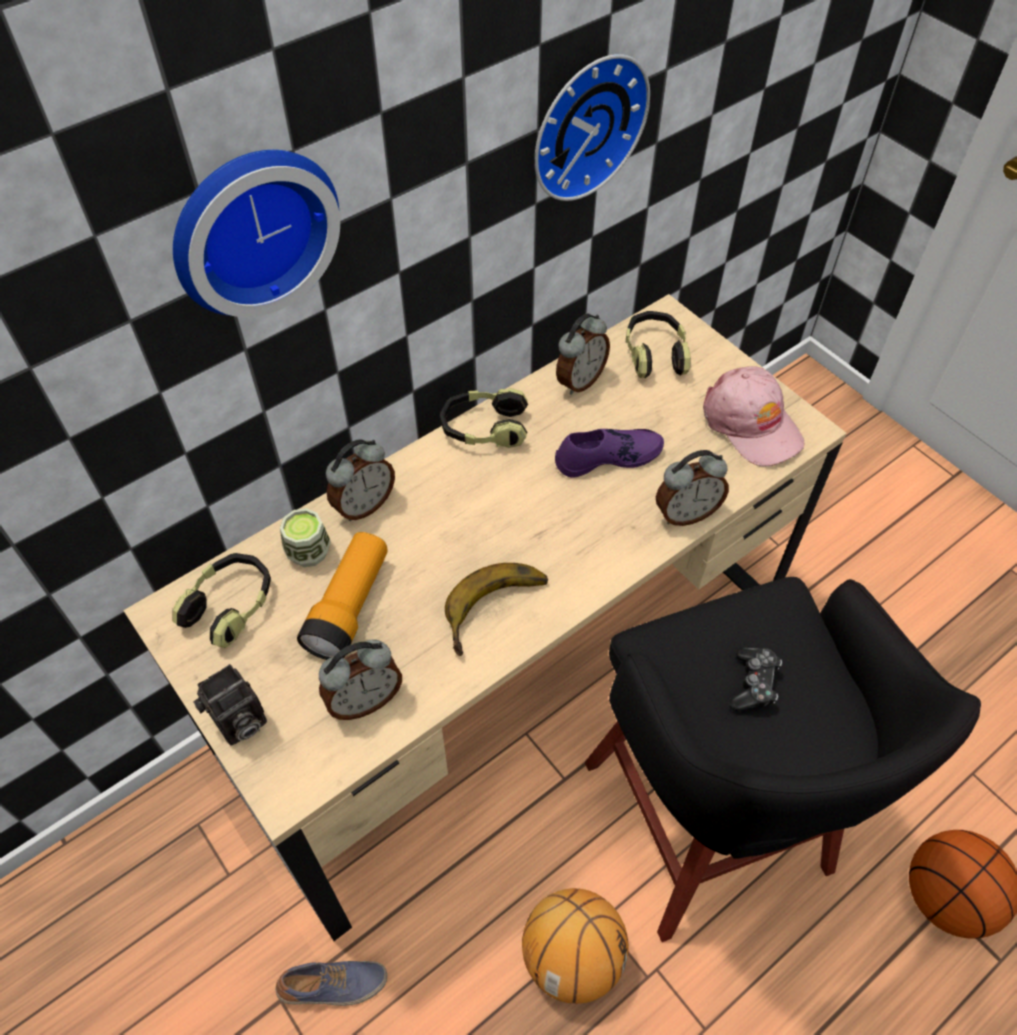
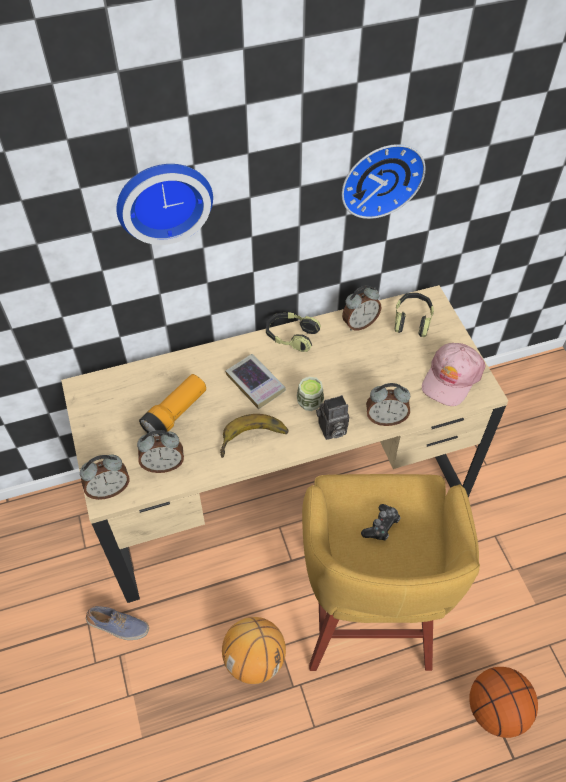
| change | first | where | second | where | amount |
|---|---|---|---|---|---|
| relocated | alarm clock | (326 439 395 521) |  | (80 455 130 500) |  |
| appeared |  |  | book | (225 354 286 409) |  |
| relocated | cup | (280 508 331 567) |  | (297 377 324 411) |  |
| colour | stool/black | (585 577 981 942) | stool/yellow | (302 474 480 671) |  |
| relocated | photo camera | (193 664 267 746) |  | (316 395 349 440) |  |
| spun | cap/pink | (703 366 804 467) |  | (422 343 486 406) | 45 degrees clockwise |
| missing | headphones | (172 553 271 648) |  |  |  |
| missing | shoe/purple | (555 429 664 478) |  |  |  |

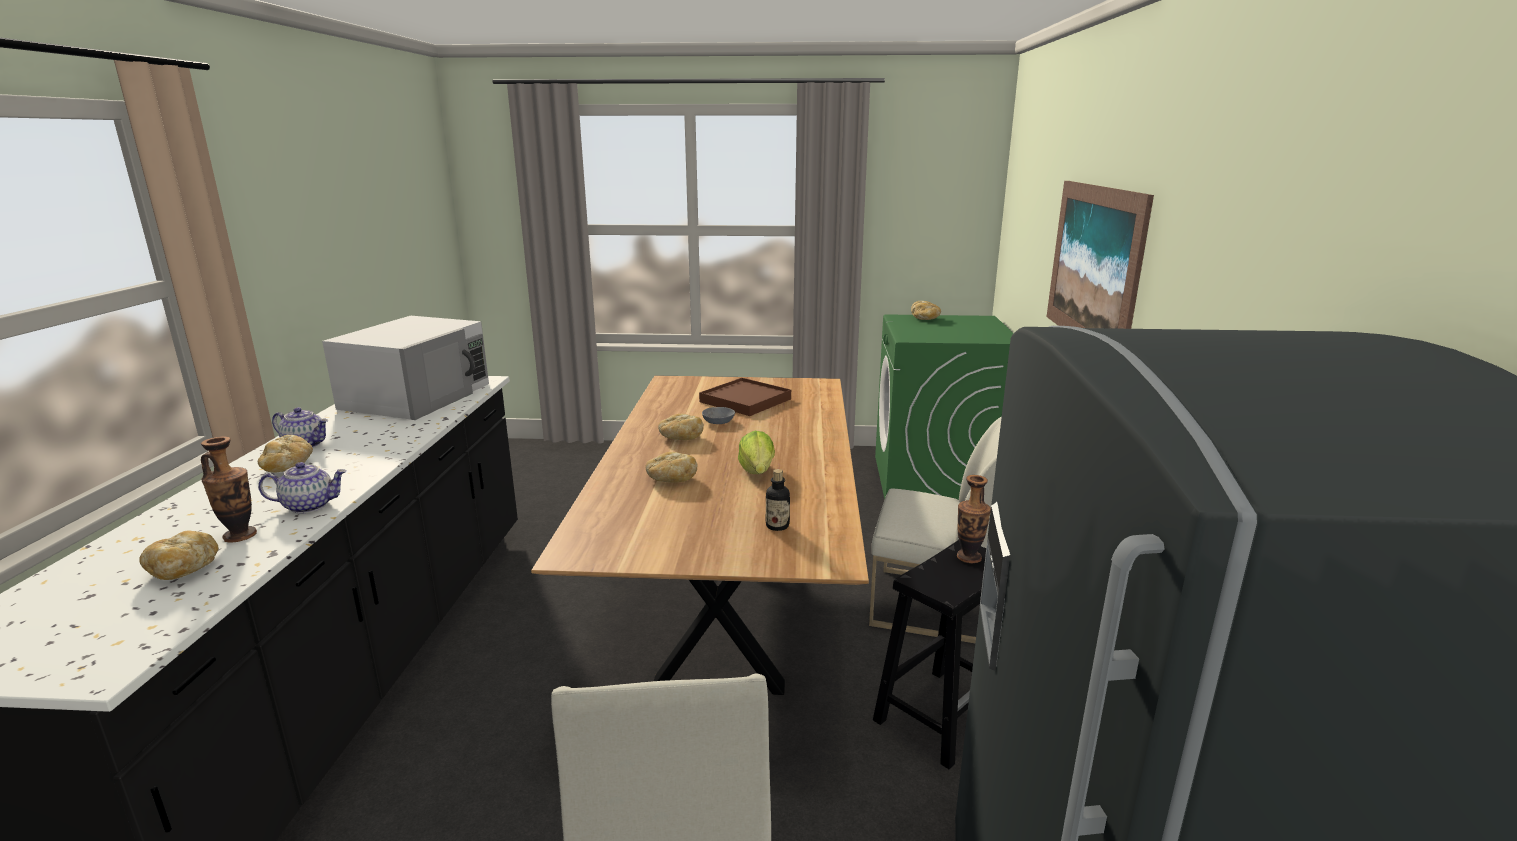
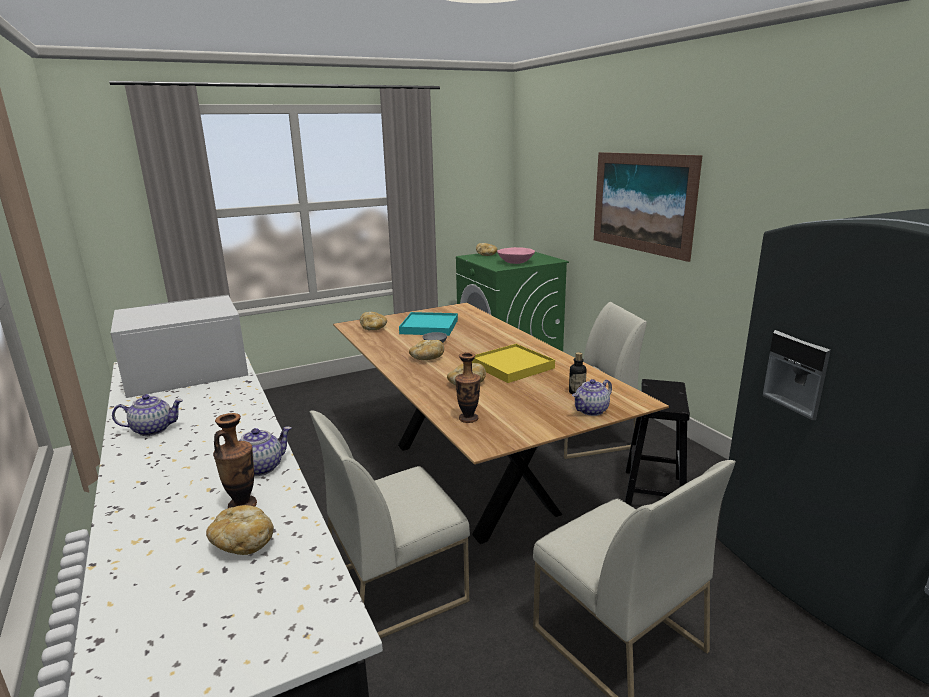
| change | first | where | second | where | amount |
|---|---|---|---|---|---|
| spun | microwave/white | (322 316 489 420) |  | (111 295 248 398) | 105 degrees counterclockwise |
| appeared |  |  | chair/white | (309 410 470 639) |  |
| relocated | bread | (258 435 313 473) |  | (360 312 387 330) |  |
| colour | tray/brown | (699 378 791 416) | tray/turquoise | (399 312 458 336) |  |
| relocated | vase | (957 475 991 563) |  | (455 352 481 423) |  |
| exchanged | lettuce | (738 430 775 474) | tray/yellow | (472 344 555 383) |  |
| appeared |  |  | bowl/pink | (497 247 535 264) |  |
| appeared |  |  | teapot | (572 379 612 416) |  |

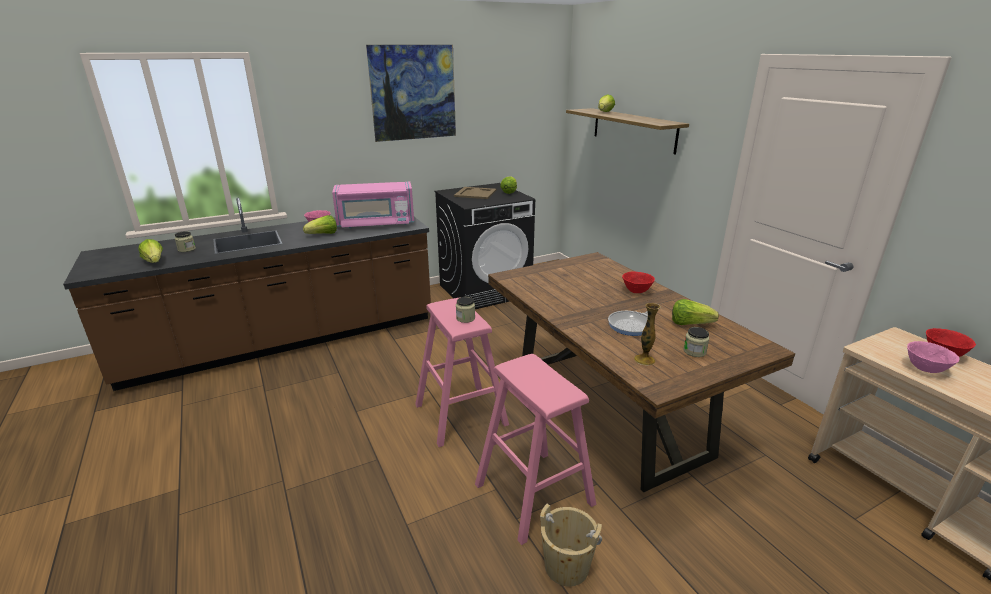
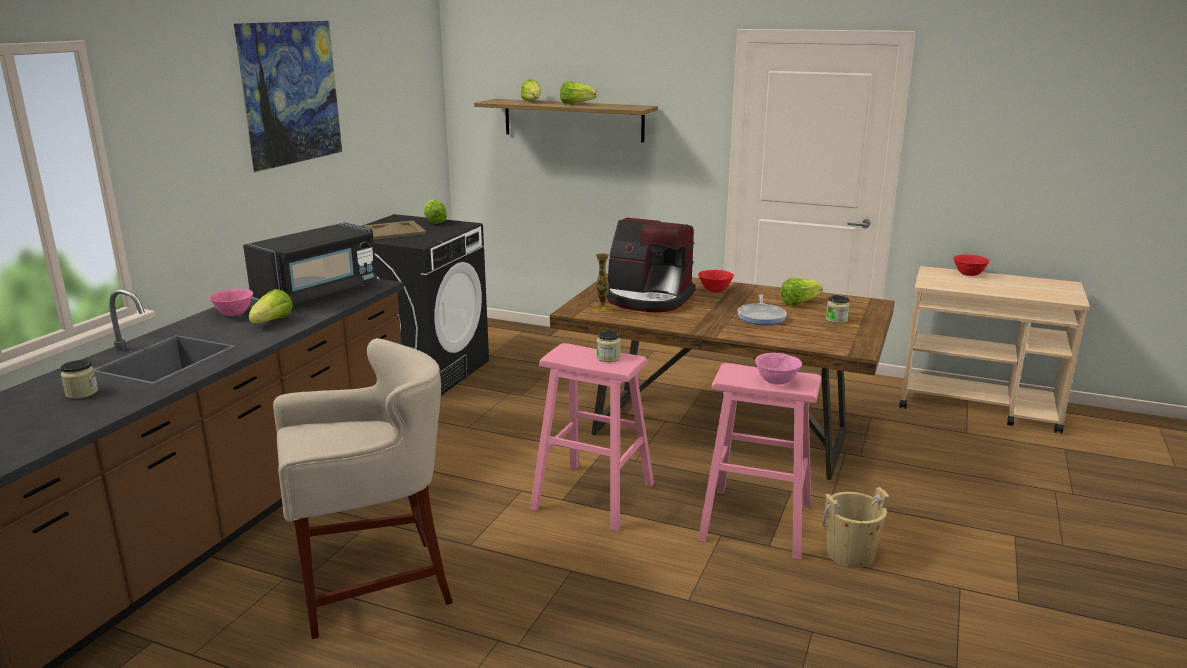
| change | first | where | second | where | amount |
|---|---|---|---|---|---|
| colour | microwave/pink | (332 181 414 228) | microwave/black | (243 222 377 305) |  |
| appeared |  |  | stool/beige | (273 338 453 639) |  |
| relocated | lettuce | (138 239 163 263) |  | (560 81 597 104) |  |
| relocated | vase | (634 303 661 366) |  | (592 253 612 313) |  |
| appeared |  |  | coffee machine | (607 218 696 312) |  |
| relocated | bowl/pink | (907 341 960 373) |  | (755 353 802 385) |  |

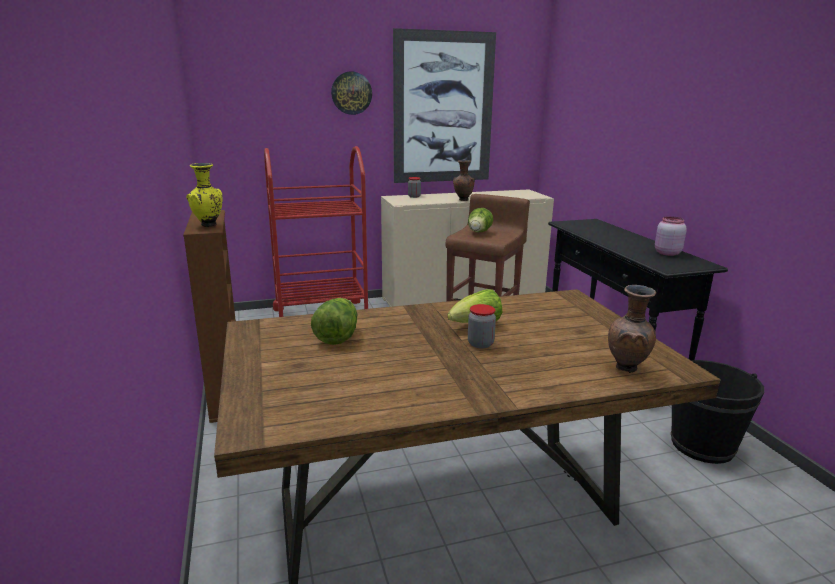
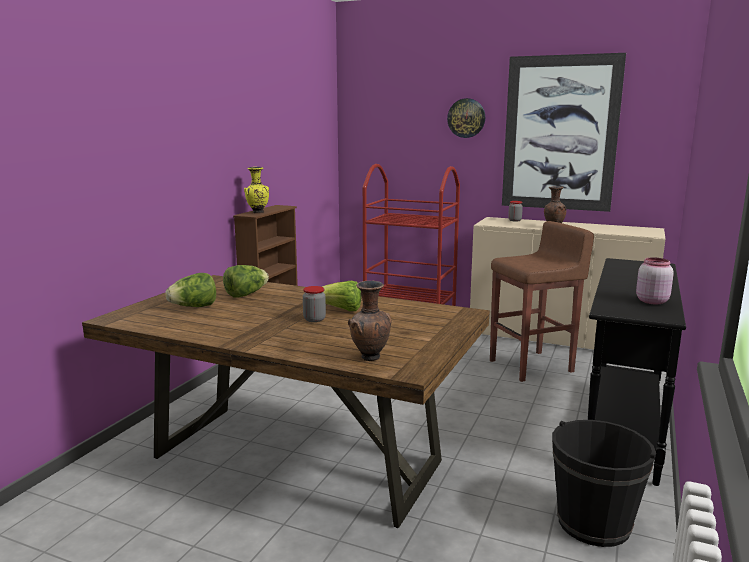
| change | first | where | second | where | amount |
|---|---|---|---|---|---|
| relocated | lettuce | (468 208 493 232) |  | (165 273 216 307) |  |

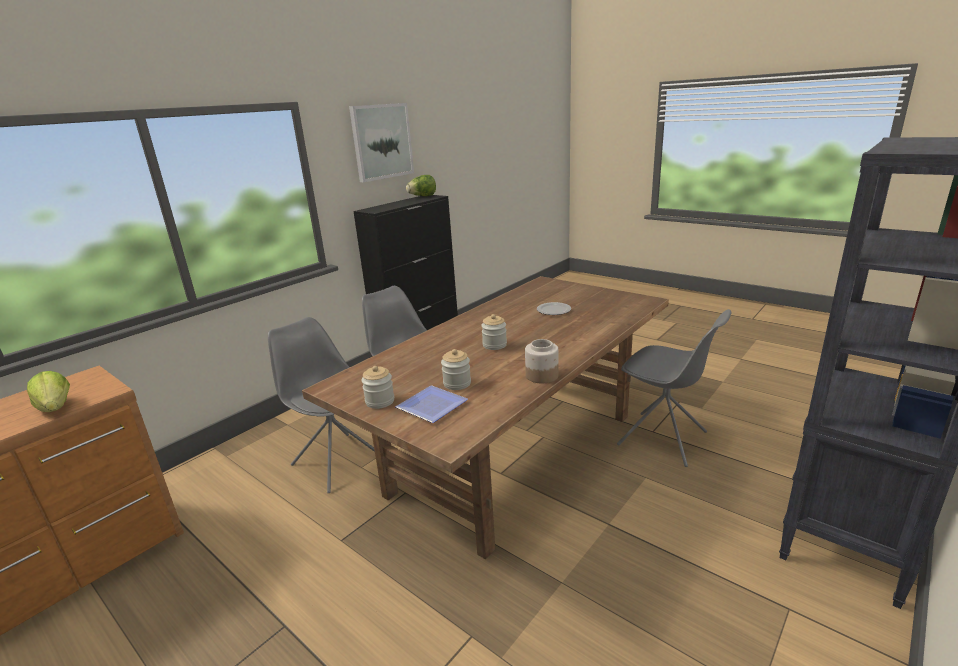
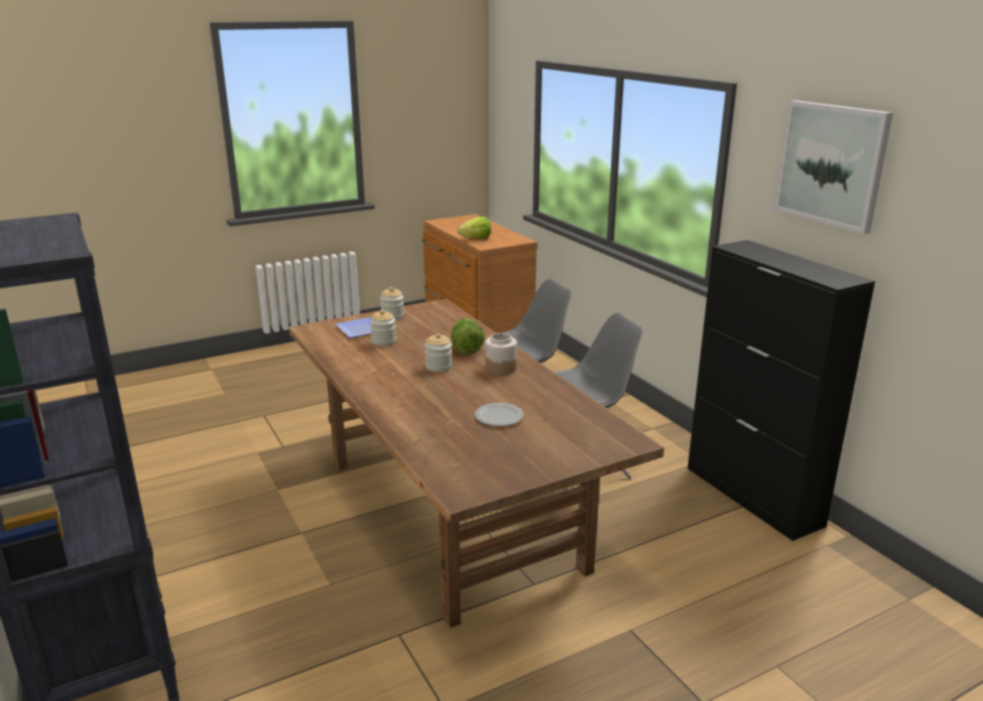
| change | first | where | second | where | amount |
|---|---|---|---|---|---|
| relocated | lettuce | (406 175 436 196) |  | (451 318 485 354) |  |
| relocated | jar | (525 339 559 383) |  | (485 333 517 375) |  |
| missing | chair/grey | (617 309 731 467) |  |  |  |

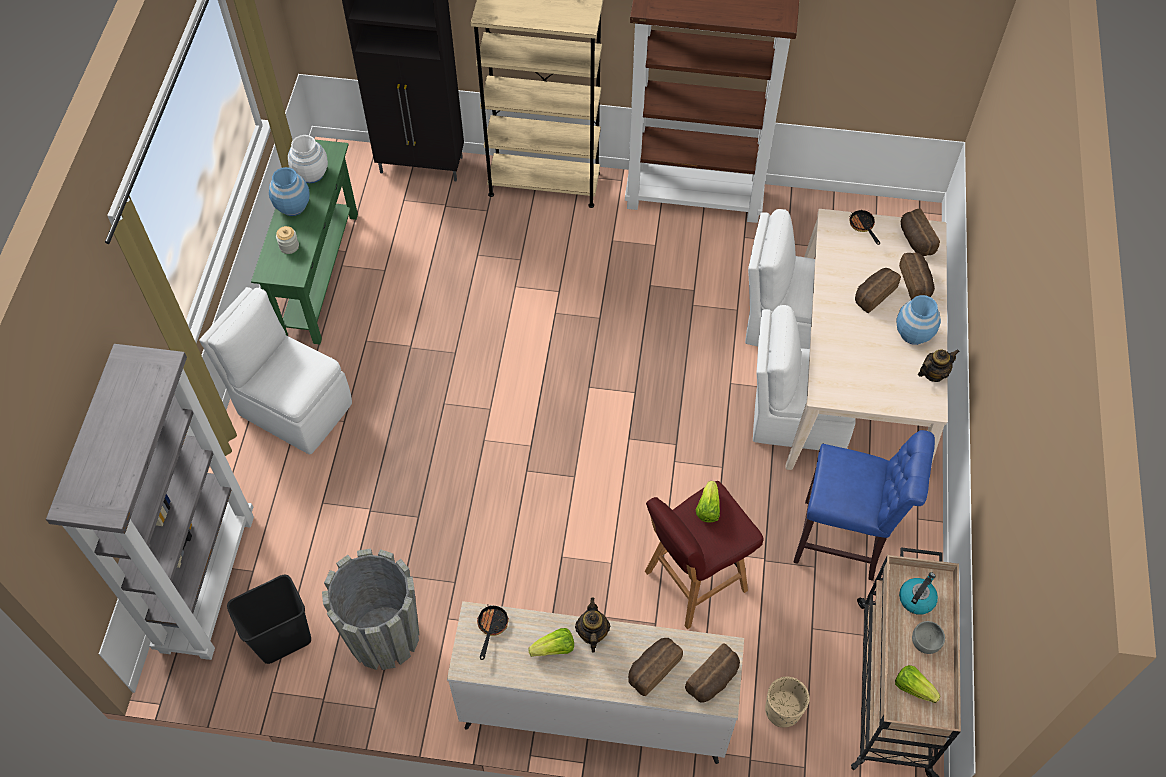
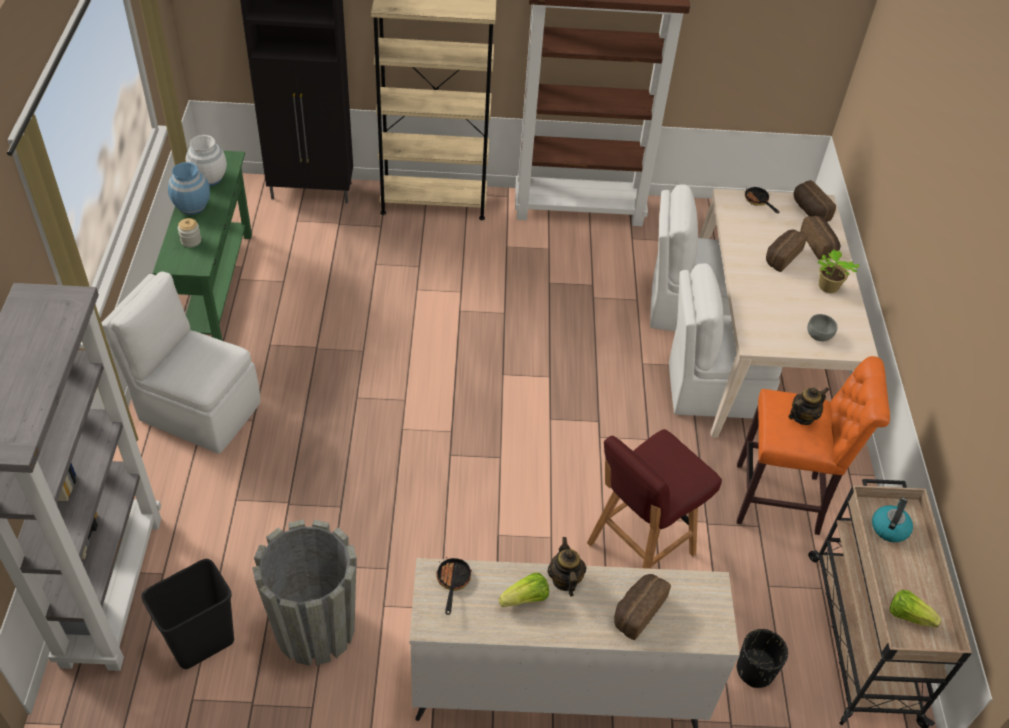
| change | first | where | second | where | amount |
|---|---|---|---|---|---|
| colour | stool/blue | (793 430 935 581) | stool/orange | (737 356 890 535) |  |
| colour | planter/beige | (765 677 809 727) | planter/black | (737 629 788 688) |  |
| relocated | teapot | (918 349 960 382) |  | (788 388 829 425) |  |
| relocated | bowl/grey | (912 621 945 654) |  | (807 314 838 341) |  |
| exchanged | vase/blue | (896 295 941 345) | potted plant | (818 249 860 293) |  |
| missing | bread | (685 643 740 702) |  |  |  |
| missing | lettuce | (696 481 720 523) |  |  |  |

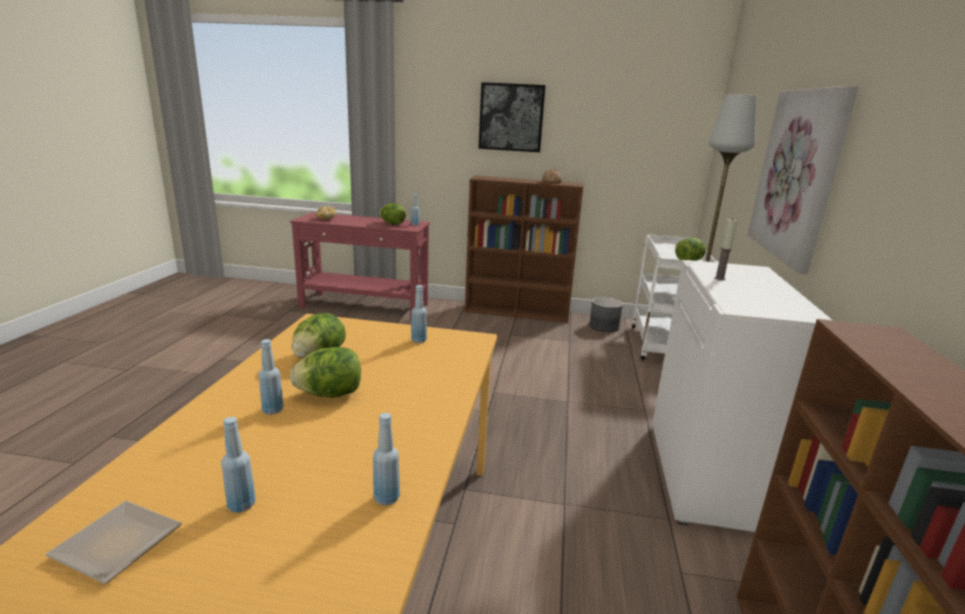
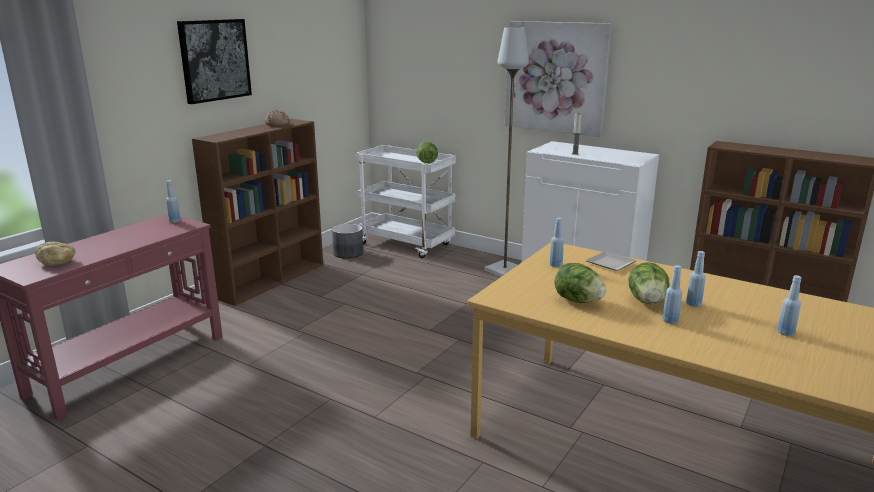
| change | first | where | second | where | amount |
|---|---|---|---|---|---|
| relocated | plate | (45 501 182 584) |  | (586 251 637 271) |  |
| relocated | bottle/blue | (373 413 400 505) |  | (686 251 706 307) |  |
| missing | lettuce | (379 203 406 225) |  |  |  |

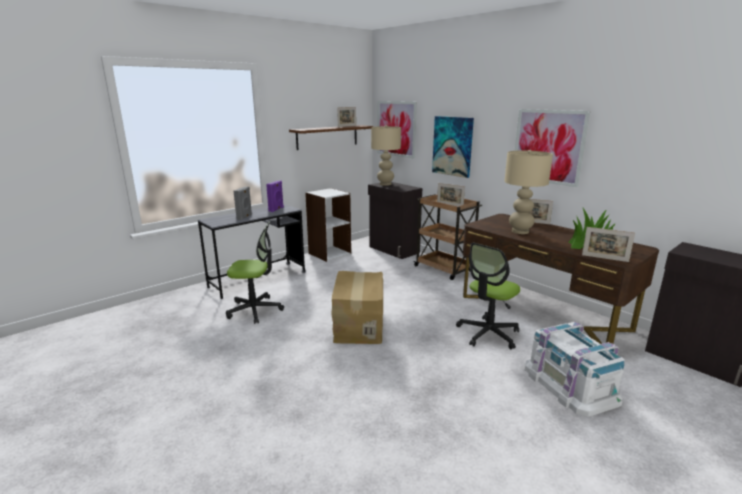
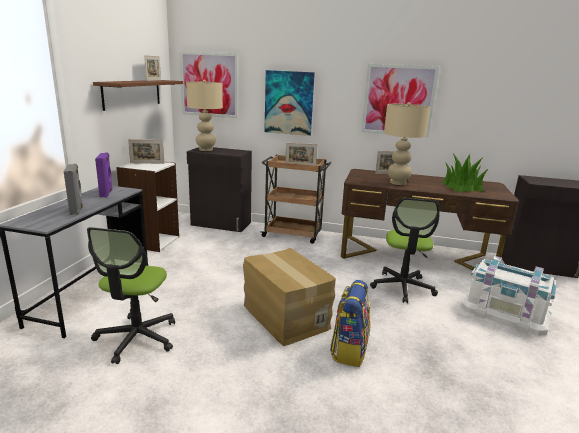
| change | first | where | second | where | amount |
|---|---|---|---|---|---|
| spun | office chair | (226 221 284 324) |  | (87 227 175 364) | 135 degrees clockwise |
| relocated | picture frame | (582 227 635 262) |  | (128 139 164 164) |  |
| appeared |  |  | backpack | (330 280 370 367) |  |

